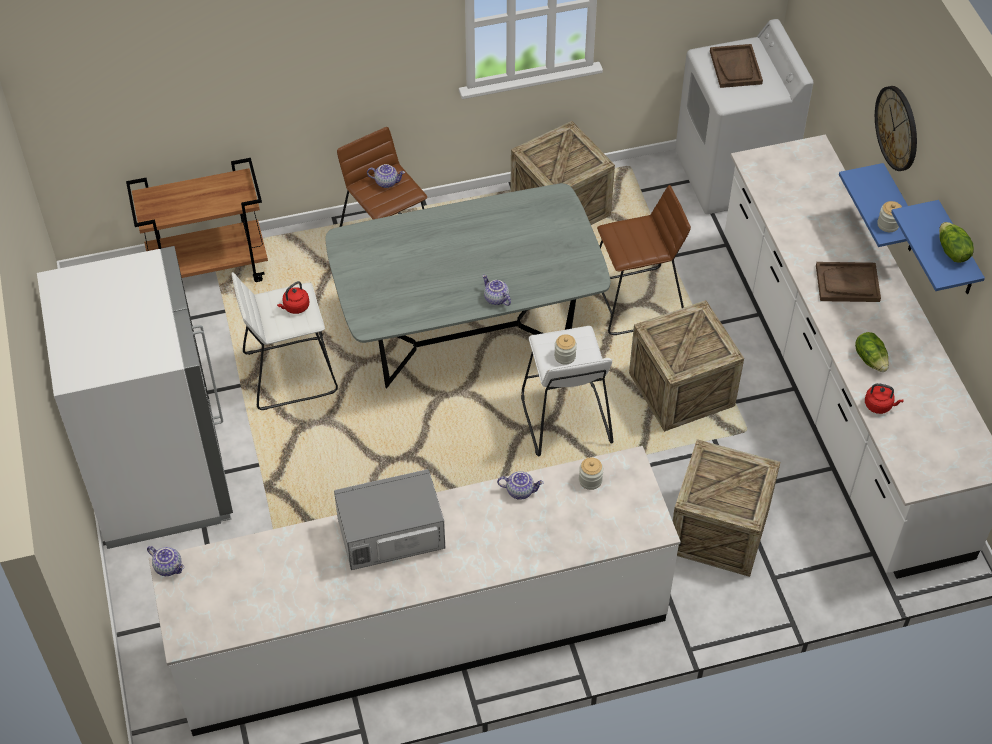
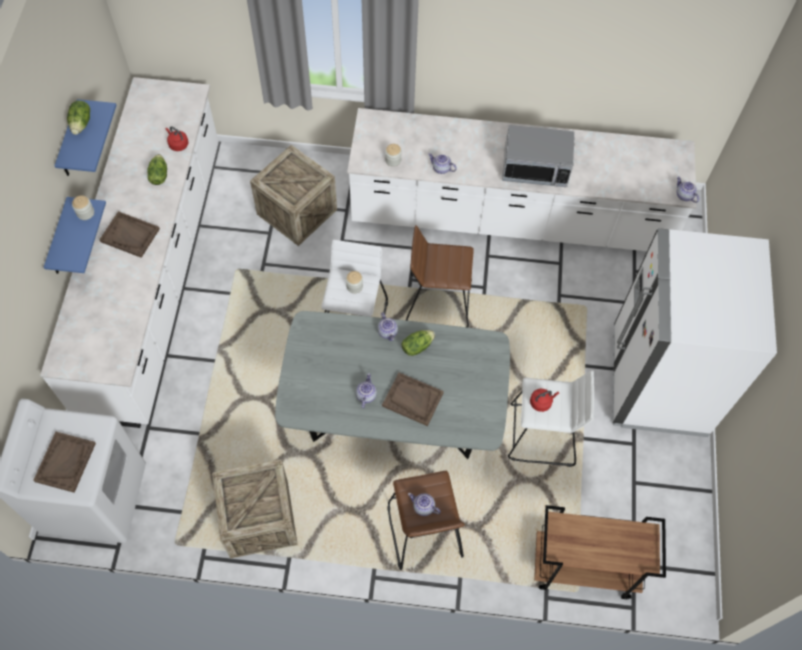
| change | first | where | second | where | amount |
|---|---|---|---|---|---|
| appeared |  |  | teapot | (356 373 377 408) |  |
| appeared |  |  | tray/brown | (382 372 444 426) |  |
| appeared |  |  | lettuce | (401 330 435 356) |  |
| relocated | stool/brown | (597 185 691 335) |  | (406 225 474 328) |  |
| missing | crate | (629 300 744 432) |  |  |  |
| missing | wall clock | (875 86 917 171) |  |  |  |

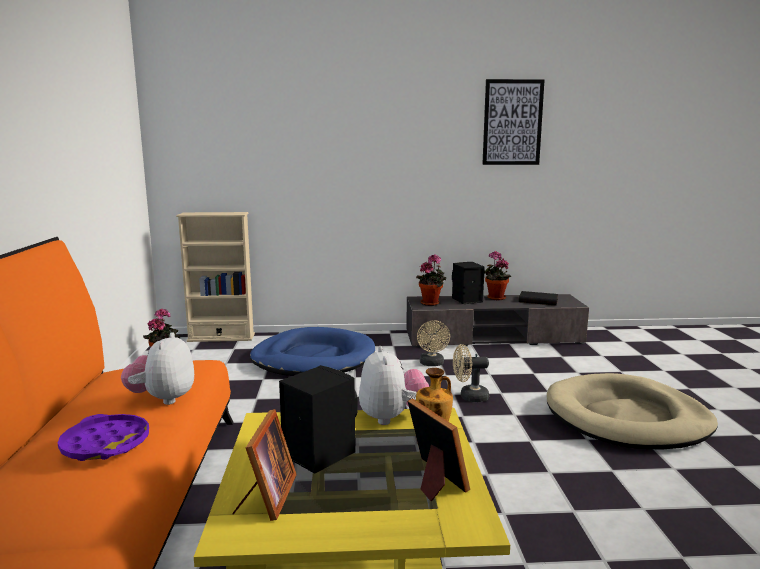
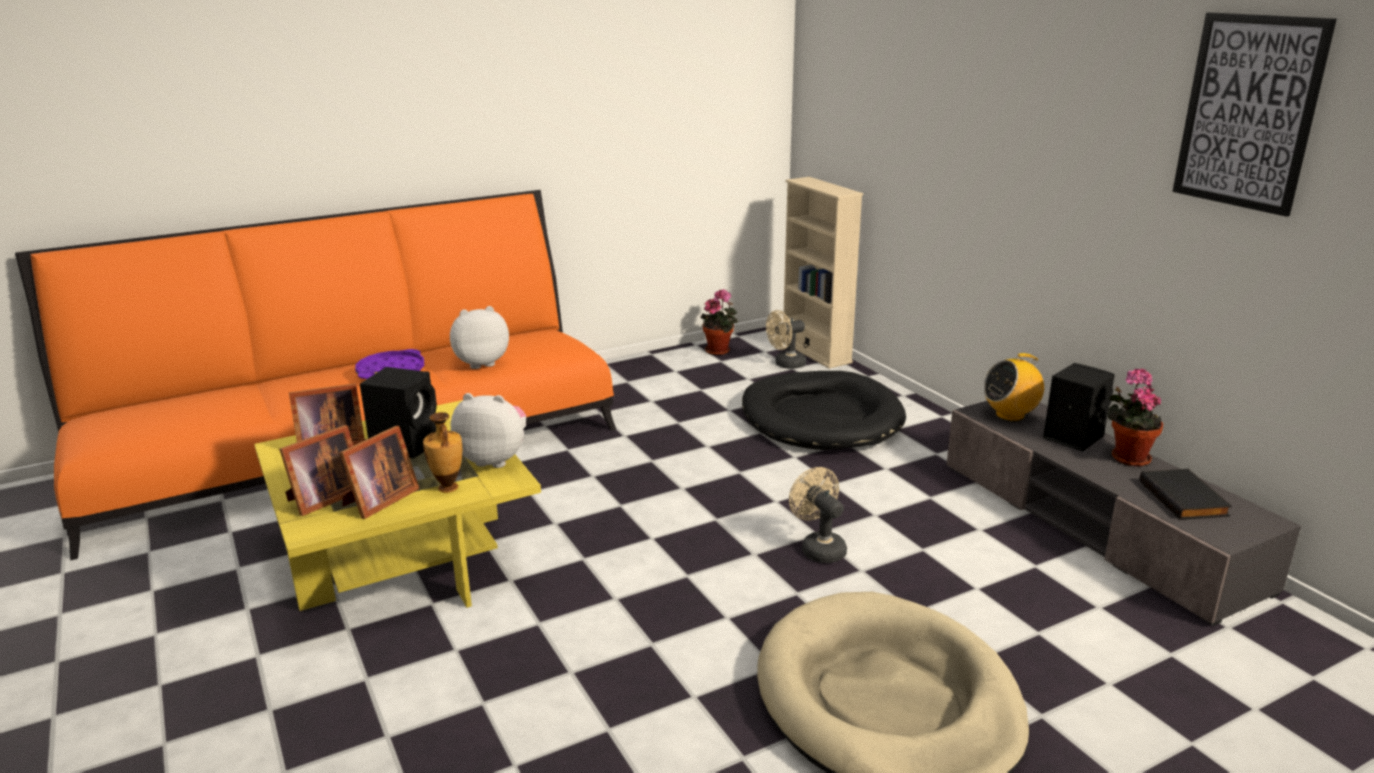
| change | first | where | second | where | amount |
|---|---|---|---|---|---|
| appeared |  |  | picture frame | (279 425 353 516) |  |
| spun | plush toy | (359 346 429 425) |  | (451 393 526 468) | 135 degrees counterclockwise |
| colour | dog bed/blue | (250 327 375 376) | dog bed/black | (742 371 906 450) |  |
| relocated | fan/beige | (417 320 450 366) |  | (766 310 806 369) |  |
| exchanged | potted plant | (416 255 446 306) | radio | (983 353 1044 421) |  |

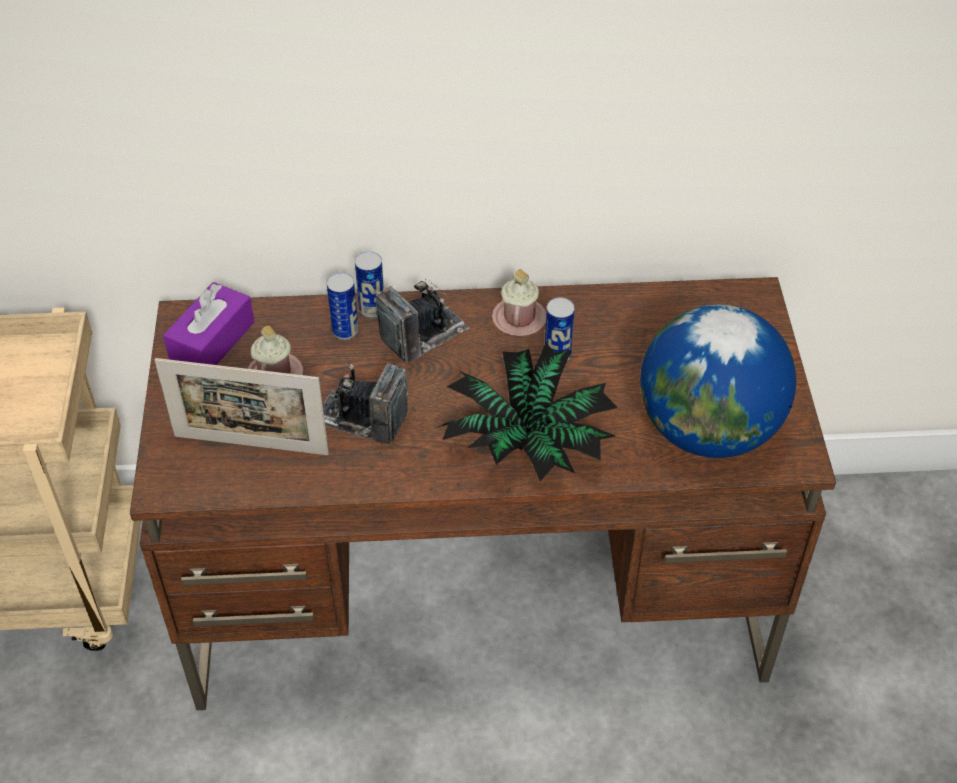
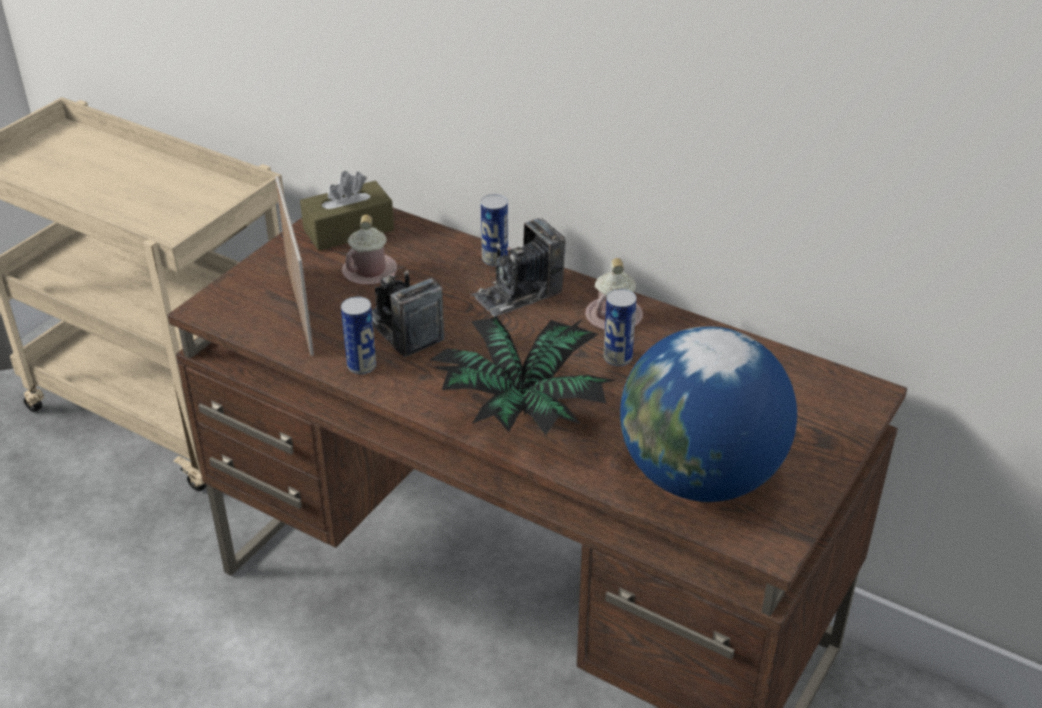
| change | first | where | second | where | amount |
|---|---|---|---|---|---|
| spun | picture frame | (154 358 329 455) |  | (275 176 314 356) | 150 degrees counterclockwise |
| colour | tissue box/purple | (163 282 254 365) | tissue box/brown | (300 171 394 251) |  |
| relocated | can | (327 273 359 340) |  | (341 296 376 375) |  |
| spun | photo camera | (376 279 470 363) |  | (472 218 566 317) | 150 degrees clockwise |

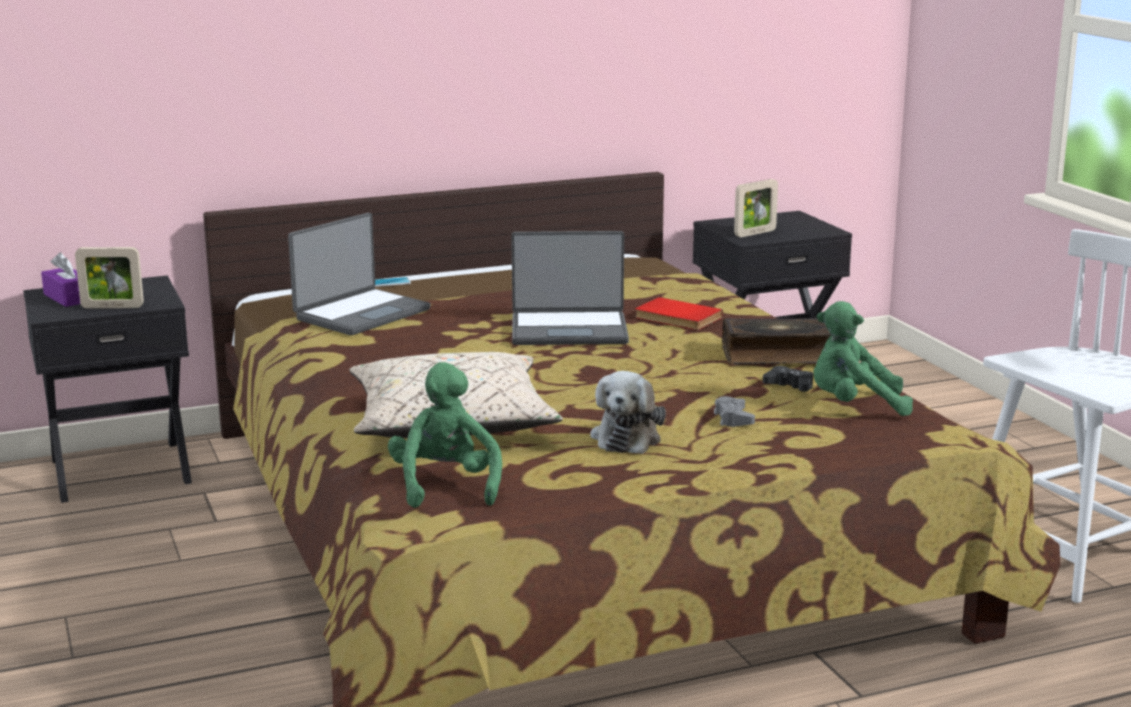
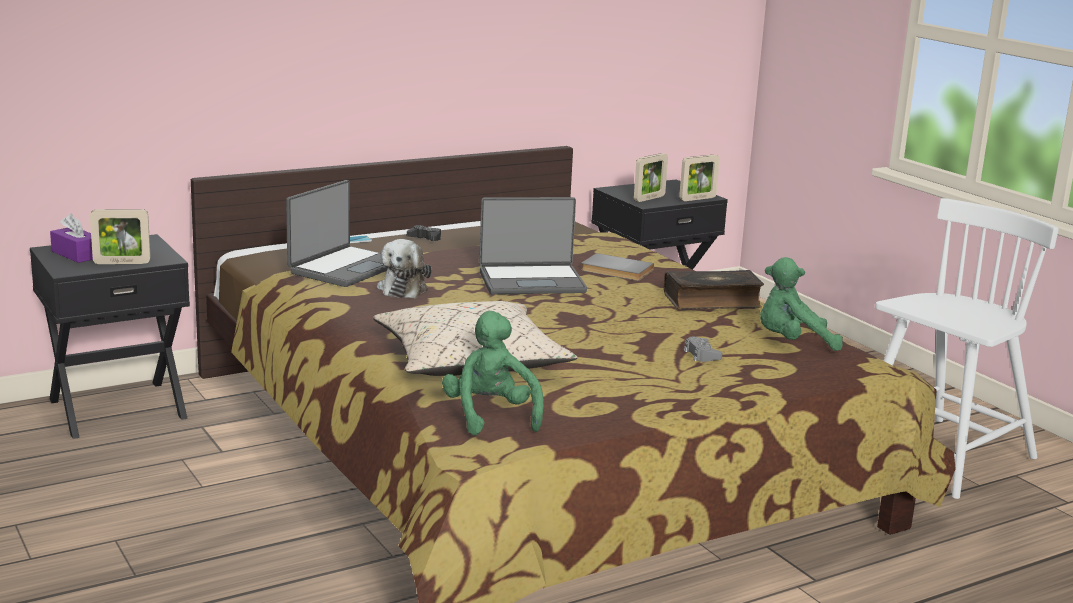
| change | first | where | second | where | amount |
|---|---|---|---|---|---|
| relocated | plush toy | (590 371 666 454) |  | (377 239 432 298) |  |
| relocated | game controller/black | (763 366 813 392) |  | (407 225 441 241) |  |
| colour | book/red | (635 297 723 330) | book/grey | (581 253 654 281) |  |
| appeared |  |  | picture frame | (679 155 720 201) |  |

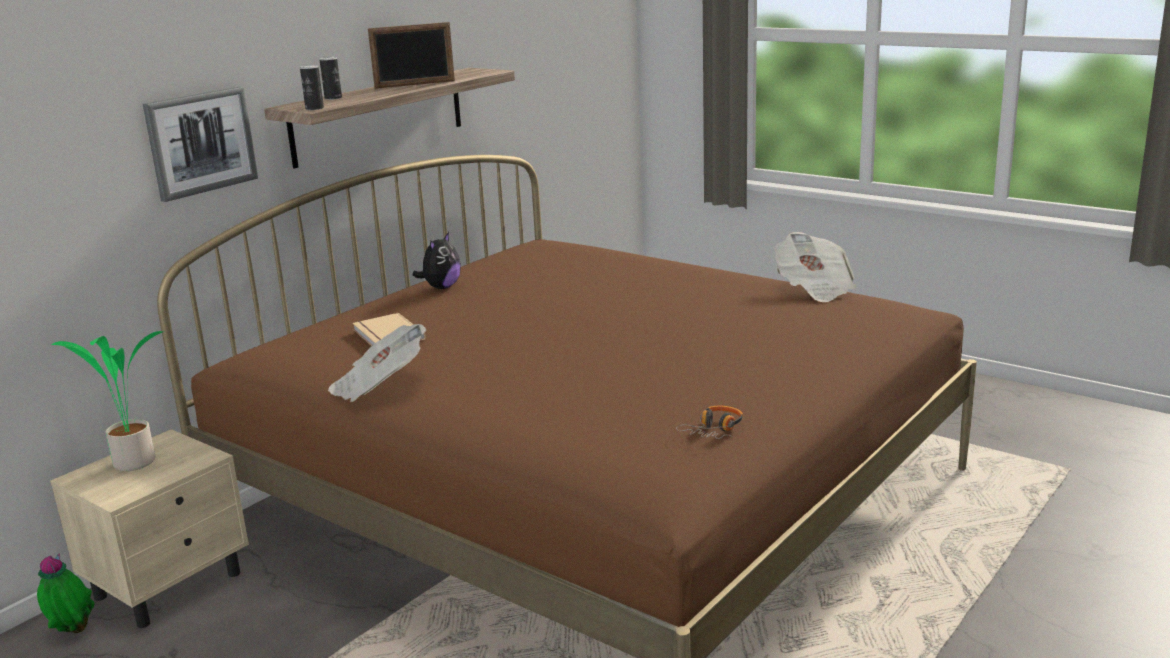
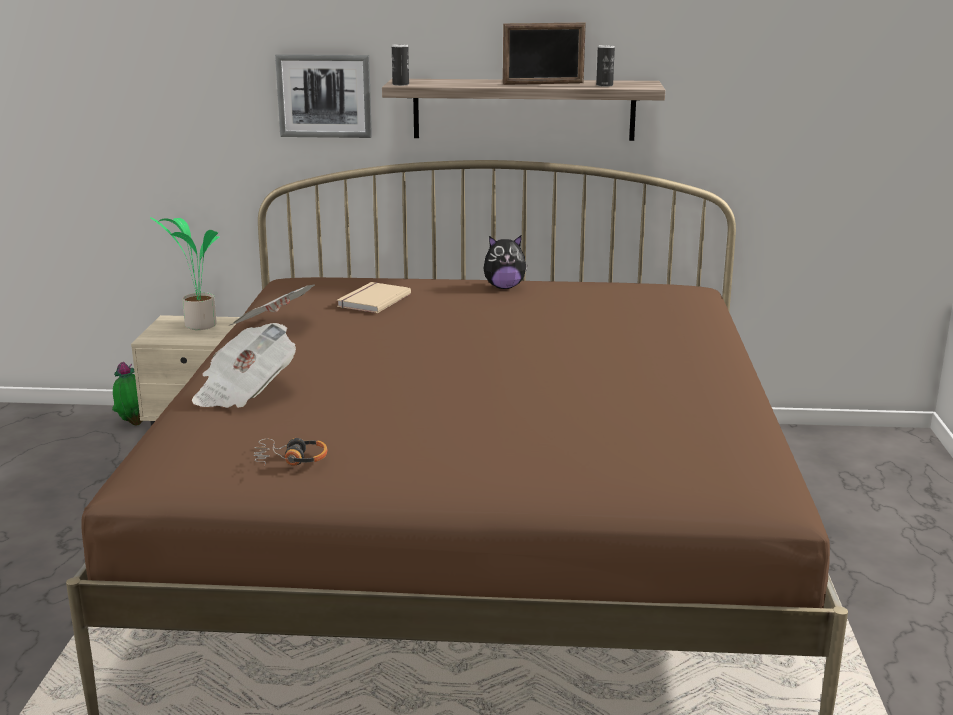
| change | first | where | second | where | amount |
|---|---|---|---|---|---|
| relocated | newspaper | (774 232 856 303) |  | (192 323 296 408) |  |
| spun | picture frame | (368 22 455 89) |  | (503 23 586 85) | 45 degrees counterclockwise |
| relocated | can | (320 57 342 100) |  | (596 45 615 87) |  |

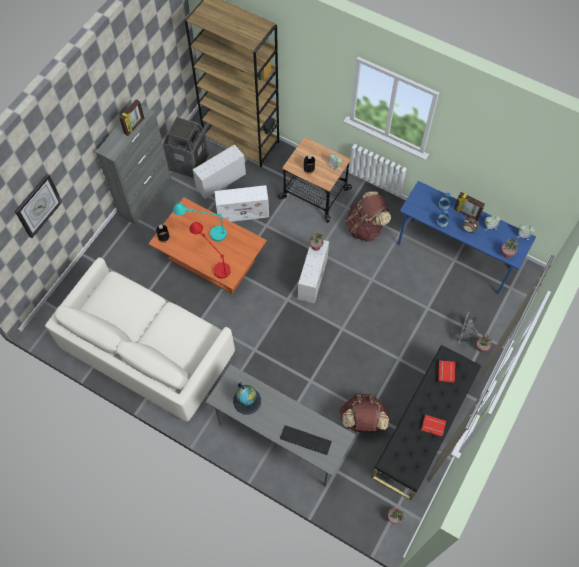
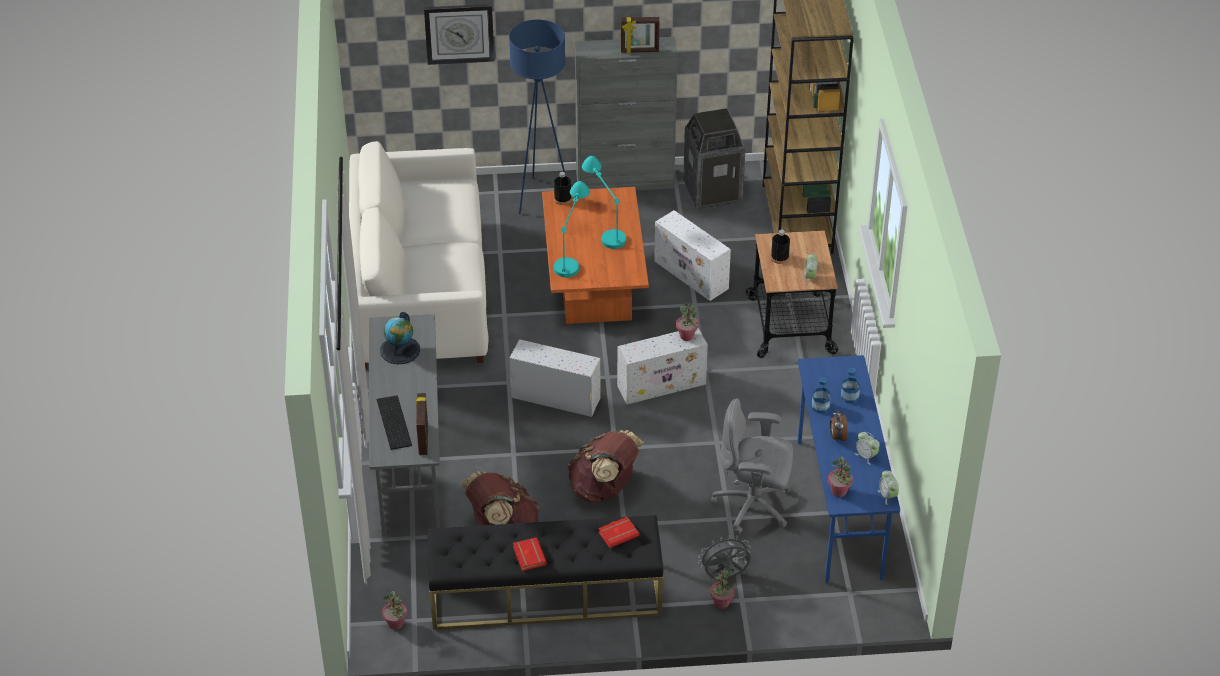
| change | first | where | second | where | amount |
|---|---|---|---|---|---|
| relocated | picture frame | (454 192 485 221) |  | (416 393 428 455) |  |
| appeared |  |  | floor lamp/blue | (509 20 566 214) |  |
| relocated | storage box/white | (193 145 246 199) |  | (509 339 600 417) |  |
| colour | table lamp/red | (189 222 231 279) | table lamp/turquoise | (554 181 590 277) |  |
| relocated | backpack/brown | (345 191 391 242) |  | (567 430 644 503) |  |
| appeared |  |  | office chair/grey | (711 398 793 534) |  |

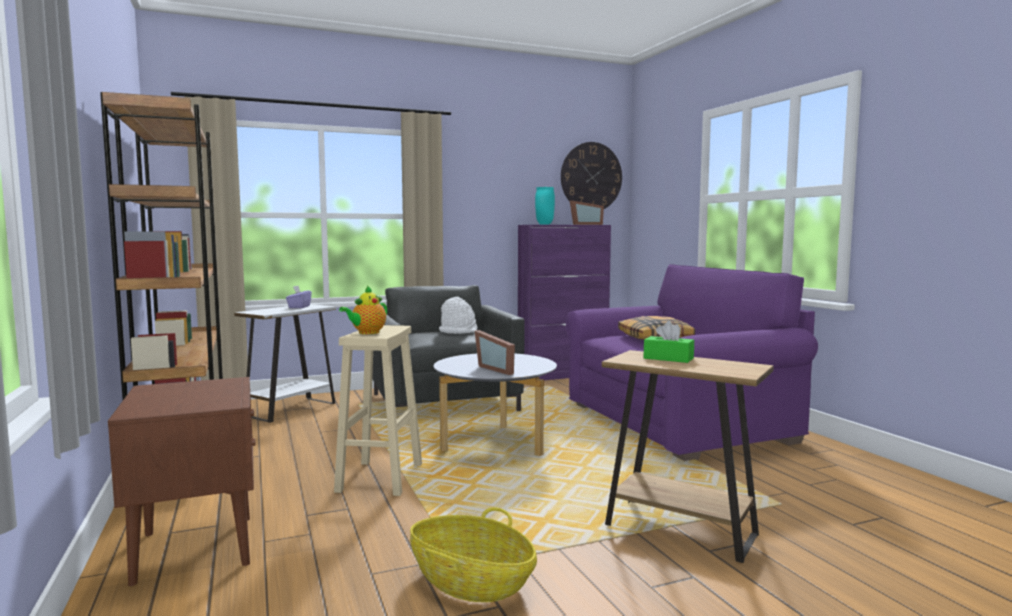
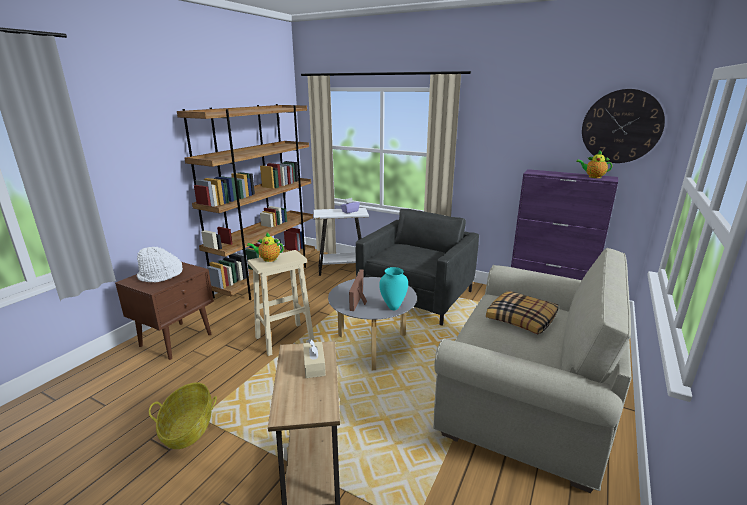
| change | first | where | second | where | amount |
|---|---|---|---|---|---|
| relocated | hat/white | (439 297 478 334) |  | (137 247 183 282) |  |
| colour | tissue box/green | (644 321 694 363) | tissue box/beige | (303 339 326 378) |  |
| relocated | vase/turquoise | (535 187 555 225) |  | (379 267 408 310) |  |
| colour | sofa/purple | (566 264 818 461) | sofa/beige | (433 247 631 493) |  |
| exchanged | picture frame | (570 200 604 225) | teapot | (576 151 612 178) |  |

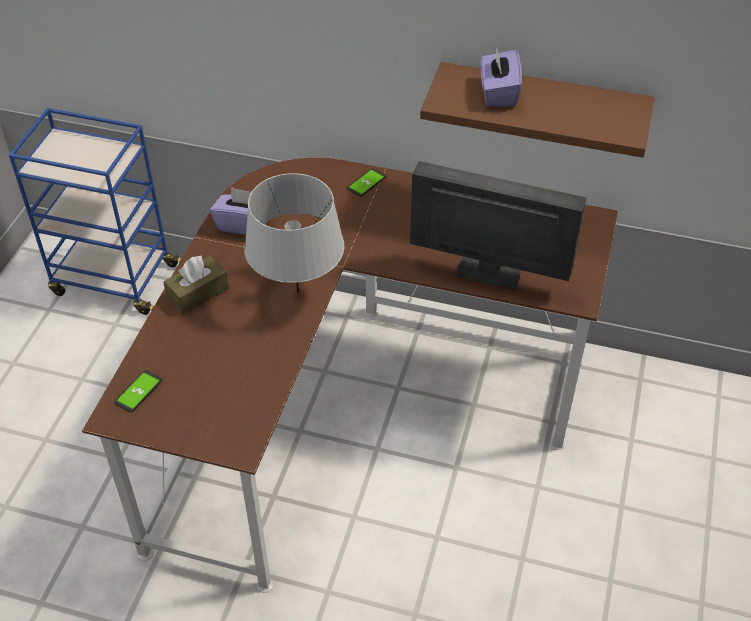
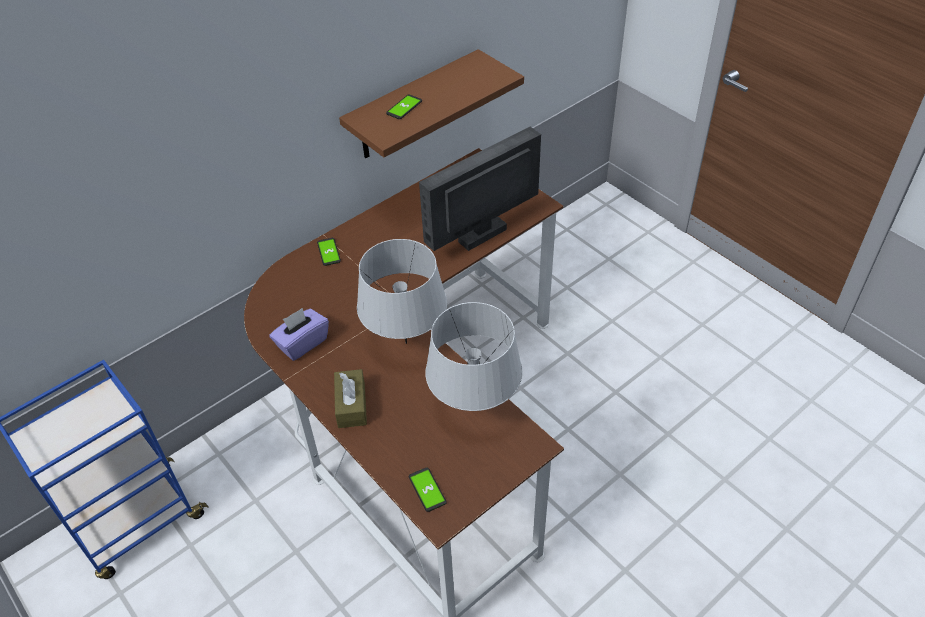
| change | first | where | second | where | amount |
|---|---|---|---|---|---|
| exchanged | tissue box/purple | (480 46 522 107) | phone | (386 95 422 119) |  |
| appeared |  |  | table lamp/grey | (425 302 523 411) |  |

